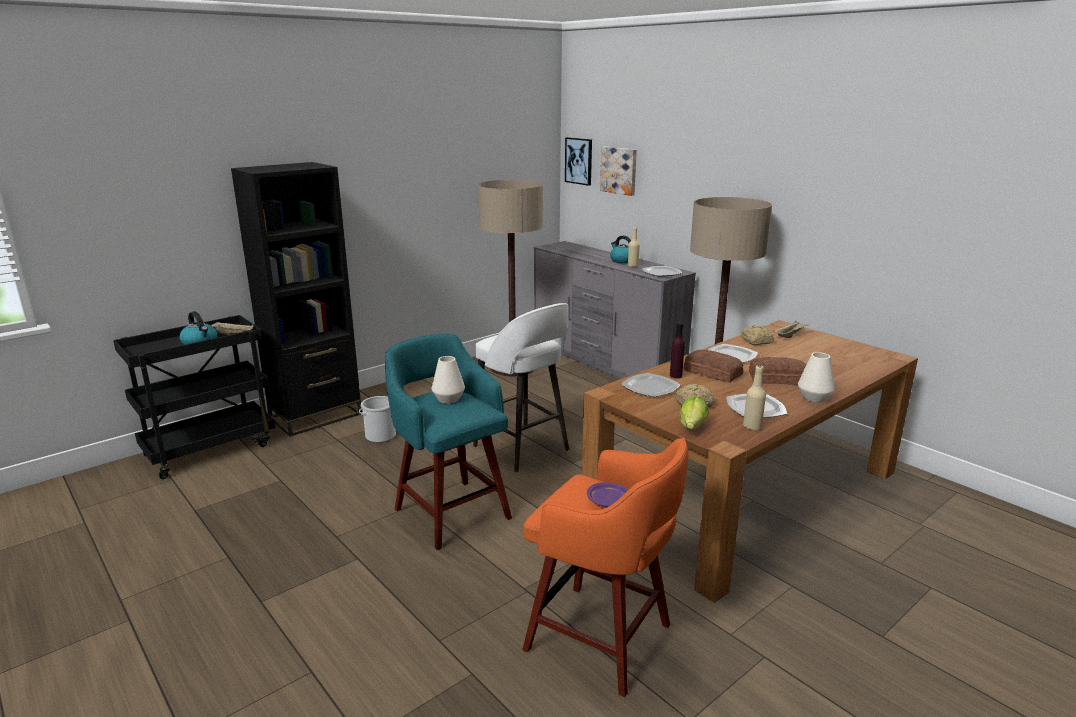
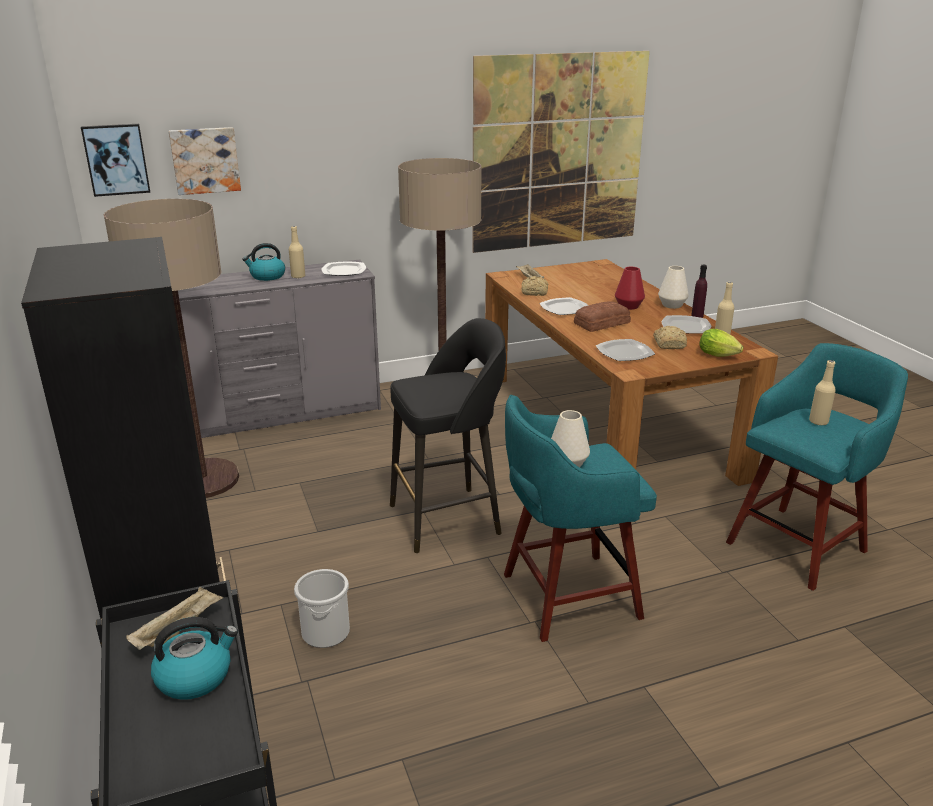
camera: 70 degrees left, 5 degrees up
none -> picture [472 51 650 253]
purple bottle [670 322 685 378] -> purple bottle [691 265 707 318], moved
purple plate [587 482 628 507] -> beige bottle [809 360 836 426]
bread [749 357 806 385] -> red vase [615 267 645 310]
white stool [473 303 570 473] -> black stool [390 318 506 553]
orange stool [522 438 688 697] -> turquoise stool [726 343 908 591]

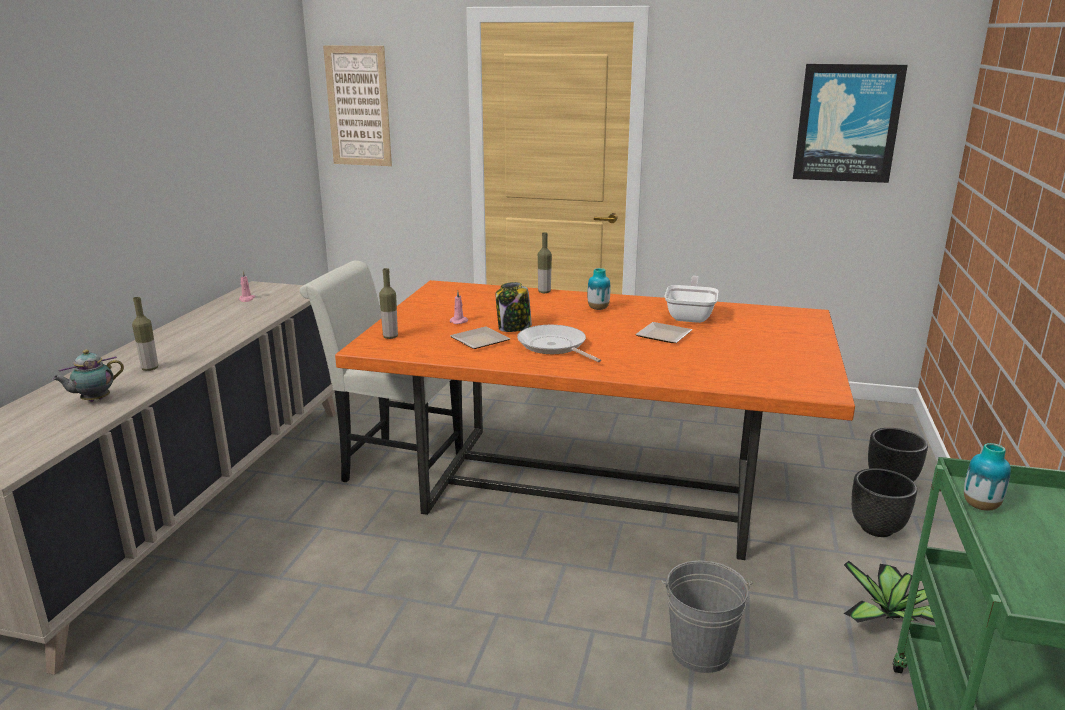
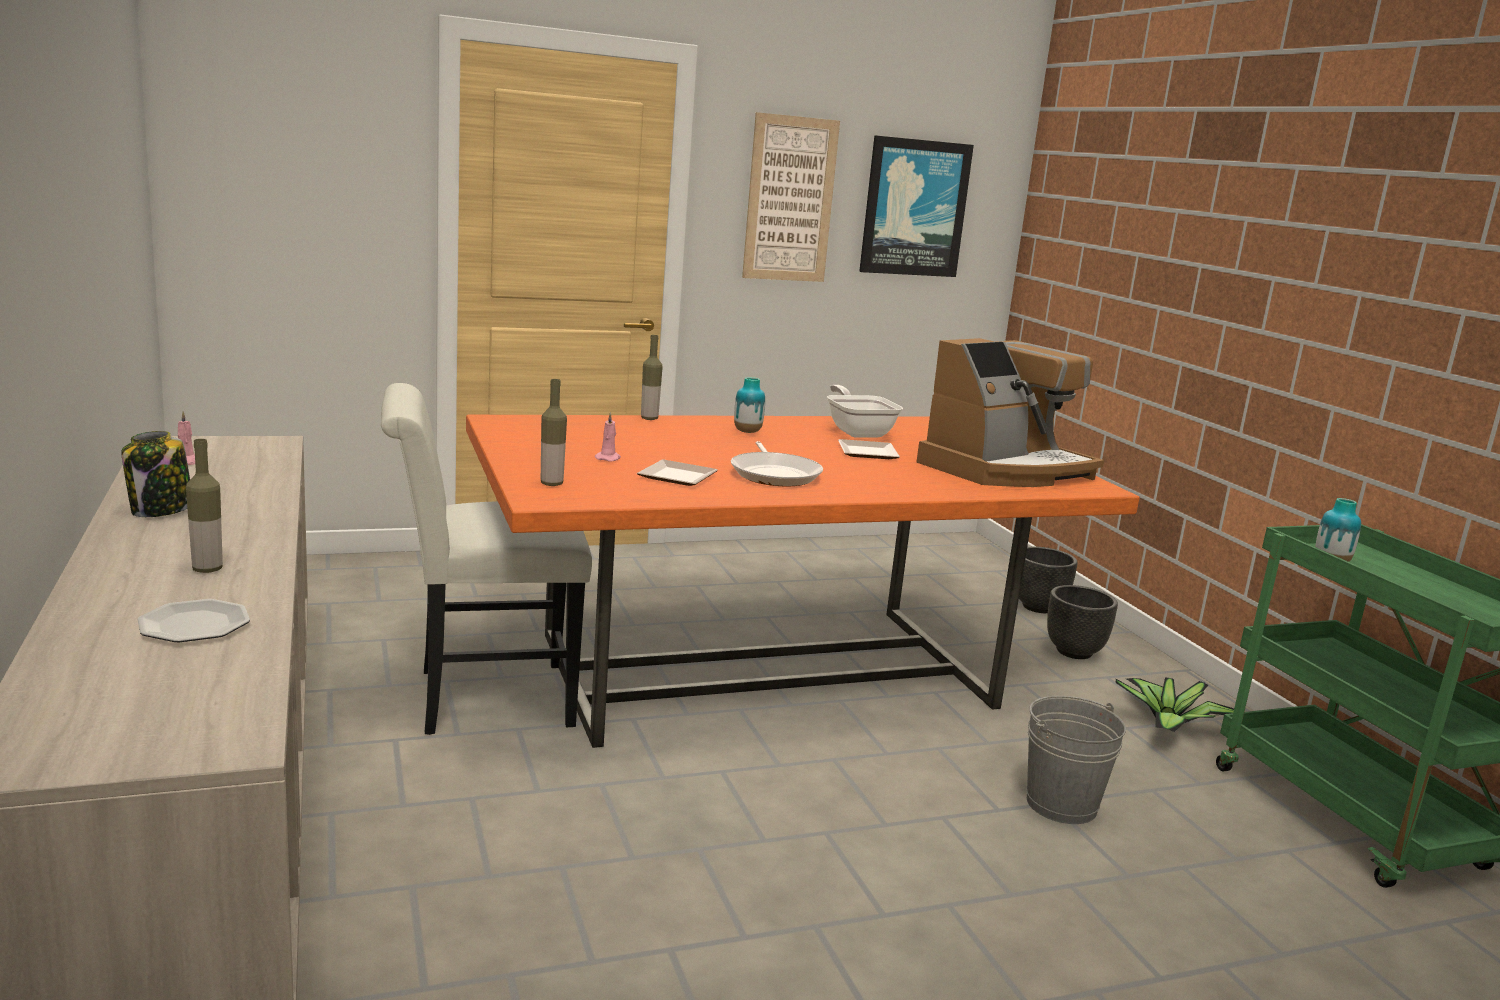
camera: 35 degrees left, 5 degrees down
none -> coffee machine [916 338 1104 487]
picture [323 46 392 166] -> picture [742 112 840 282], moved
jar [496 282 532 332] -> jar [121 431 190 517], moved
teapot [52 350 124 402] -> plate [138 599 250 642]
frying pan [517 325 601 362] -> frying pan [731 441 823 486], 120 degrees counterclockwise

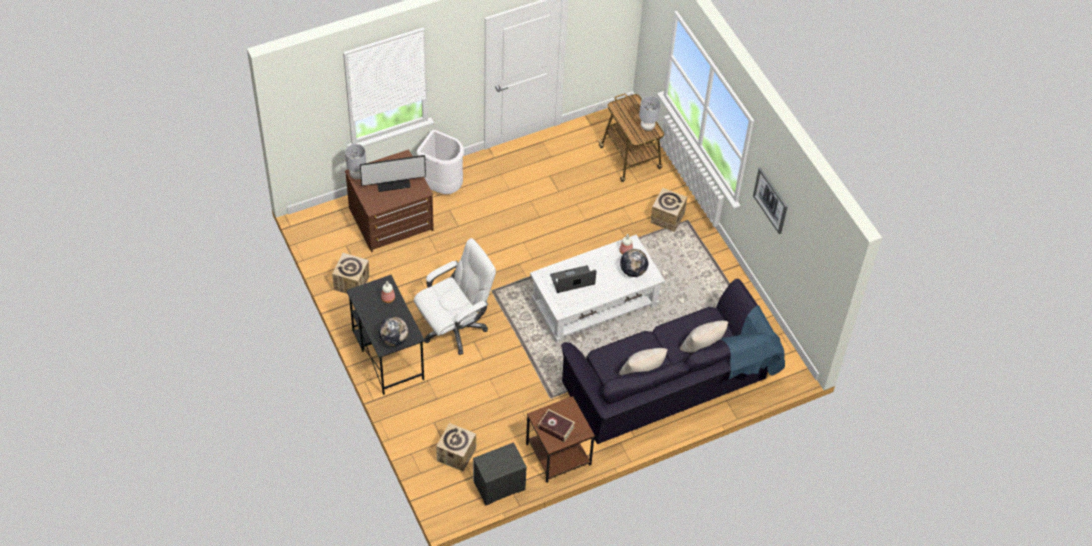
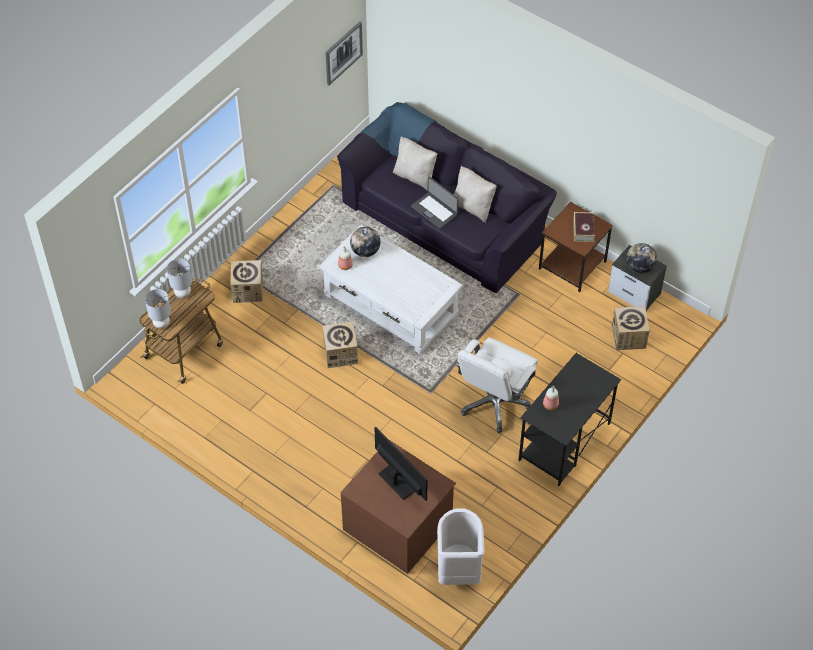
camera: 115 degrees left, 0 degrees up
cardboard box [332 253 369 294] -> cardboard box [322 322 358 368], moved
grey table lamp [345 144 366 179] -> grey table lamp [145 289 171 329], moved
globe [379 317 408 347] -> globe [626 243 657 274], moved
white trash can [417 130 464 194] -> white trash can [437 509 485 585], moved
laptop [550 265 597 293] -> laptop [411 176 459 229], moved
picture [753 167 788 234] -> picture [325 22 363 85], moved
white office chair [414 238 496 355] -> white office chair [456 337 538 433], 90 degrees counterclockwise

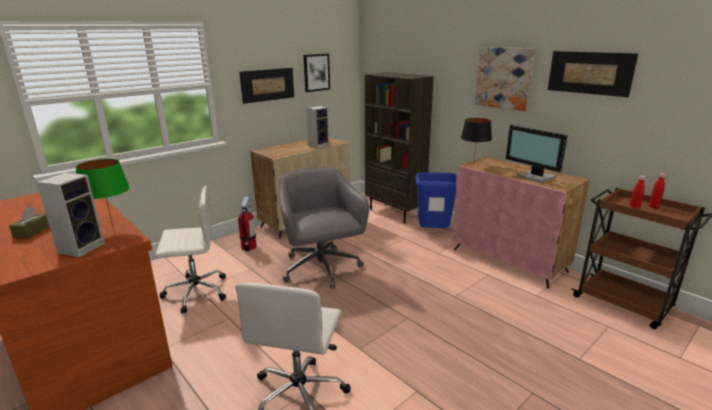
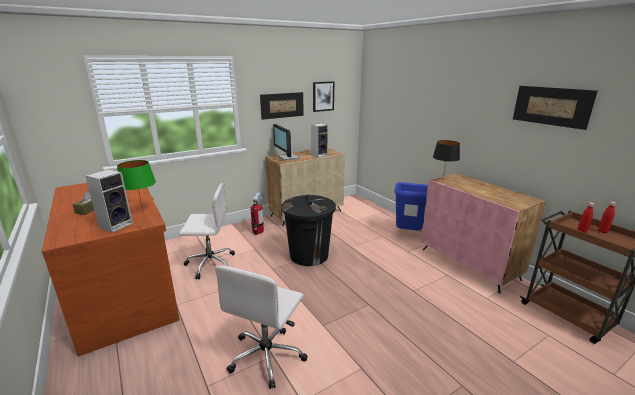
camera: 10 degrees right, 0 degrees up
brown bookcase [365 72 434 224] -> none
picture [475 47 535 111] -> none
monitor [506 125 568 183] -> monitor [273 124 300 161], moved
grey office chair [279 167 369 289] -> black trash can [281 194 336 266]

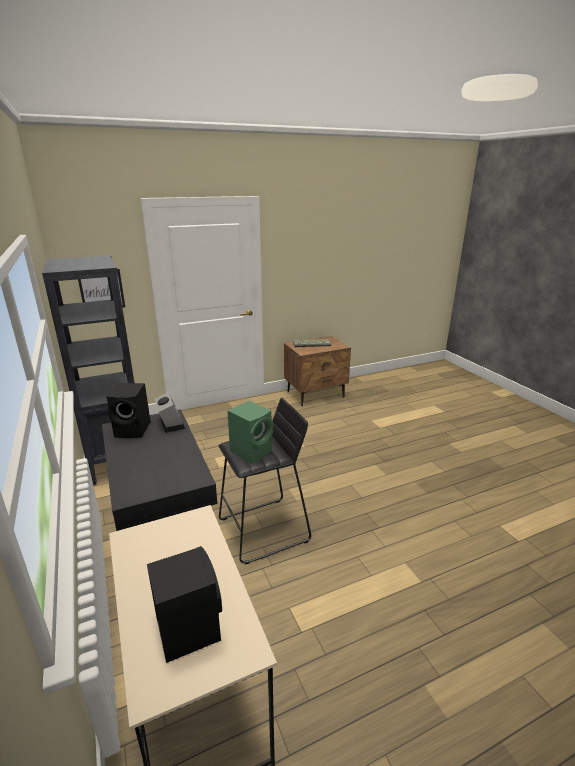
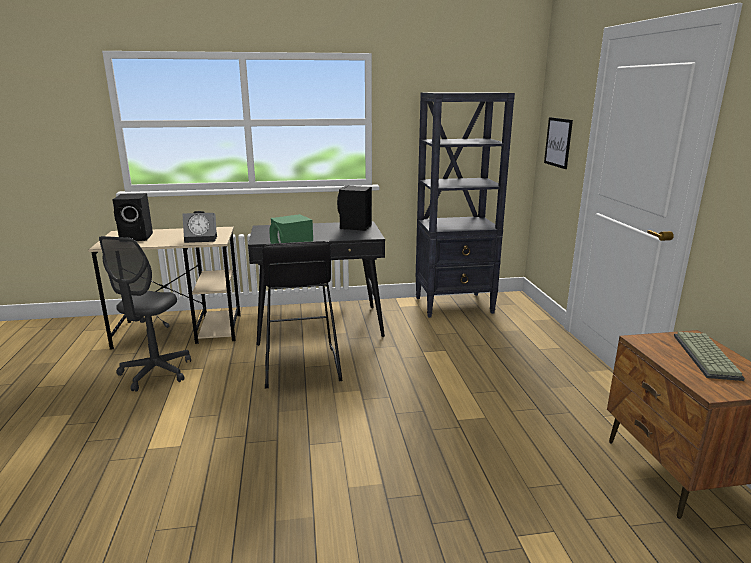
camera: 105 degrees right, 5 degrees down
none -> grey office chair [99 236 191 392]
alarm clock [154 392 185 433] -> alarm clock [182 211 217 243], moved

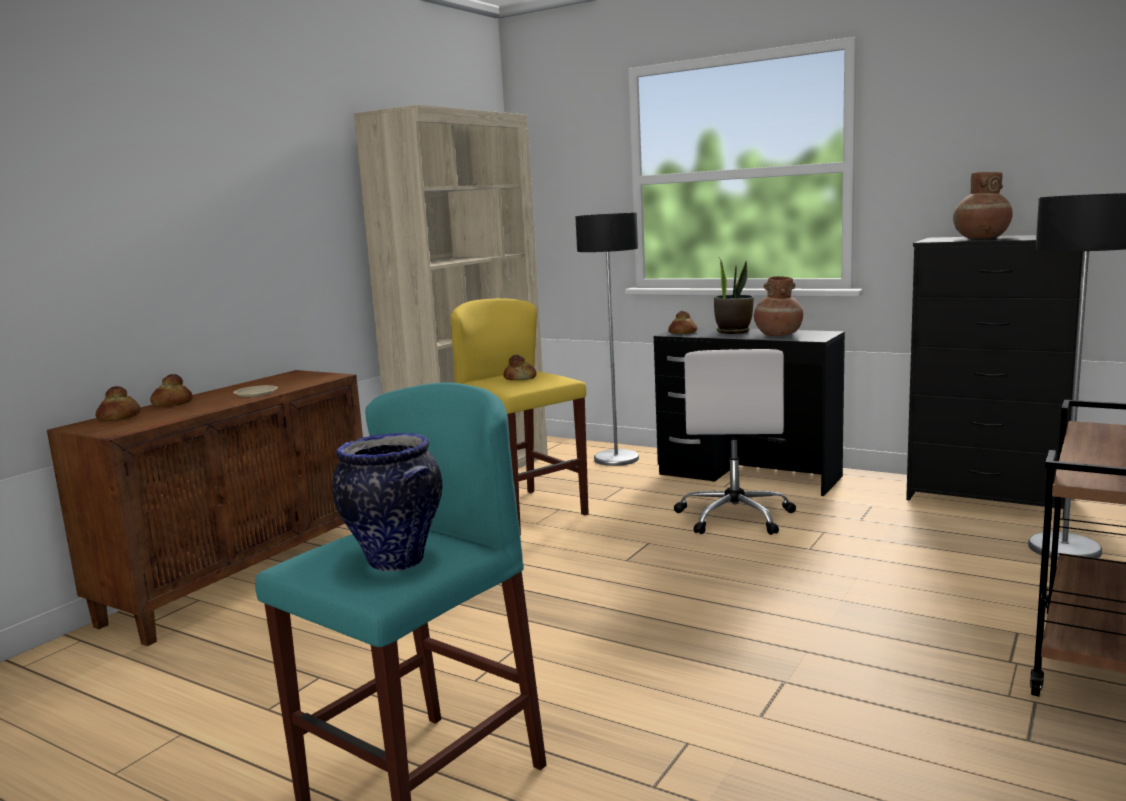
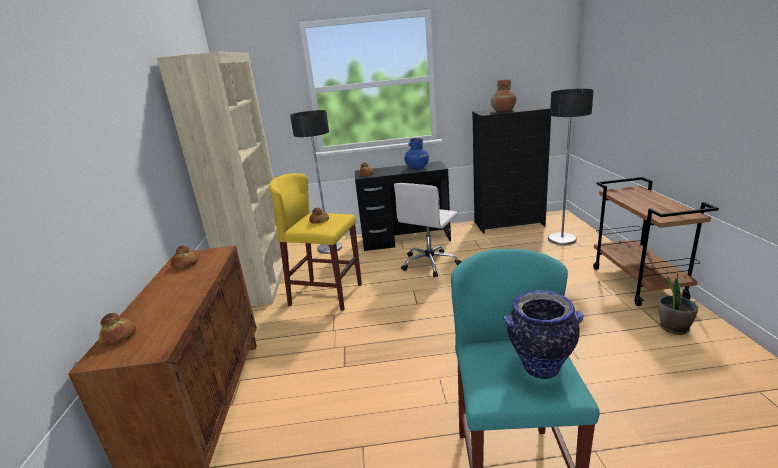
camera: 35 degrees left, 10 degrees up
beige plate [233 385 278 397] -> none
bread [150 374 193 407] -> bread [171 246 198 269], moved
potted plant [714 258 754 334] -> potted plant [659 272 698 335], moved
brown vase [754 276 803 336] -> blue vase [404 138 429 169]
white office chair [674 349 796 535] -> white office chair [394 183 461 277], 60 degrees clockwise

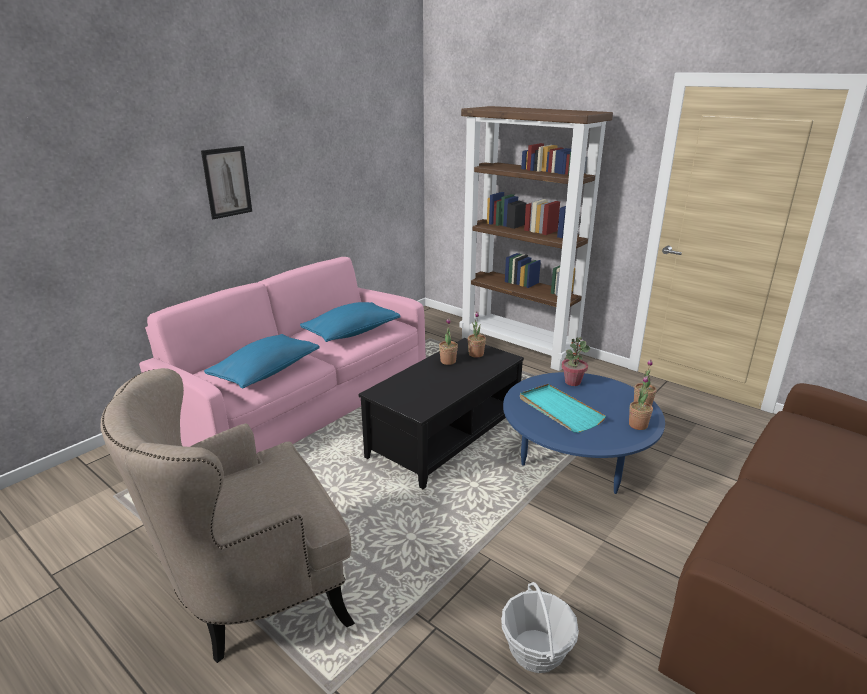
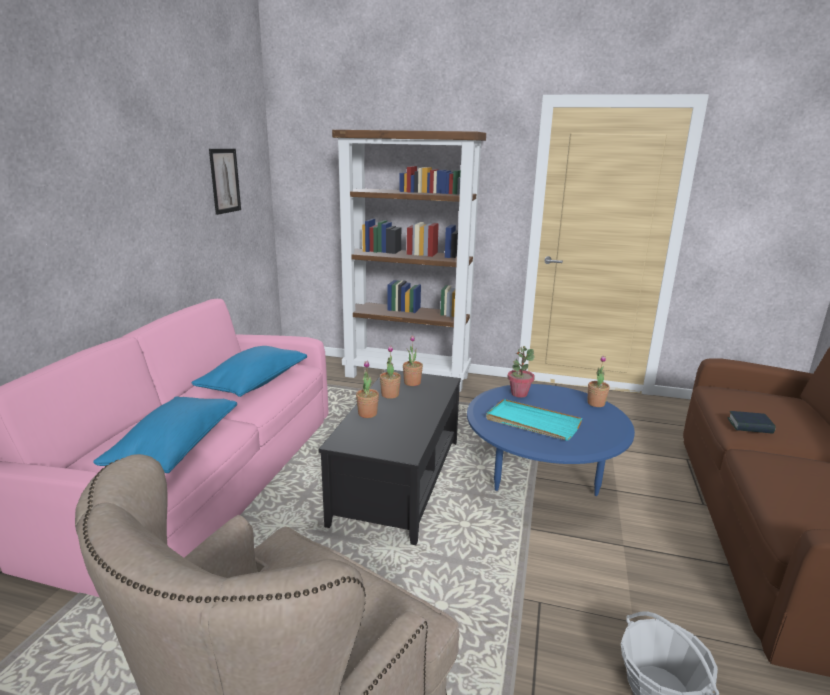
camera: 25 degrees left, 5 degrees down
none -> book [728 411 776 434]
picture [201 146 252 219] -> picture [209 149 241 215], moved
potted plant [629 376 653 430] -> potted plant [356 360 379 418], moved

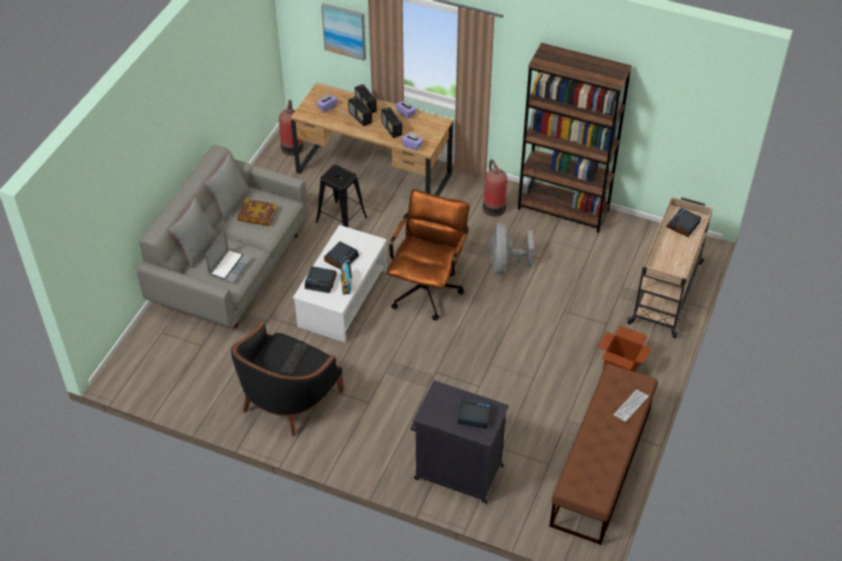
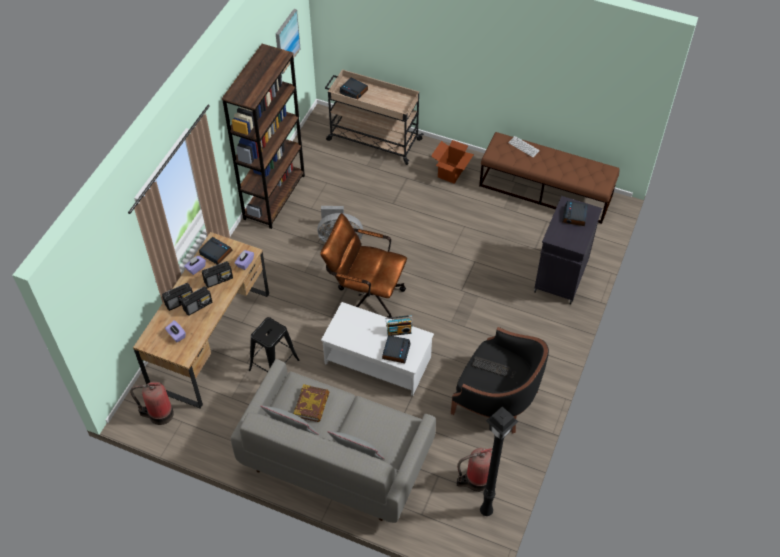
camera: 90 degrees left, 5 degrees up
laptop [205 230 252 284] -> none
none -> black floor lamp [480 407 518 516]
picture [321 3 366 61] -> picture [276 9 300 74], moved
alarm clock [324 241 359 270] -> alarm clock [199 237 233 265], moved
fire extinguisher [483 159 507 217] -> fire extinguisher [457 448 492 492], moved

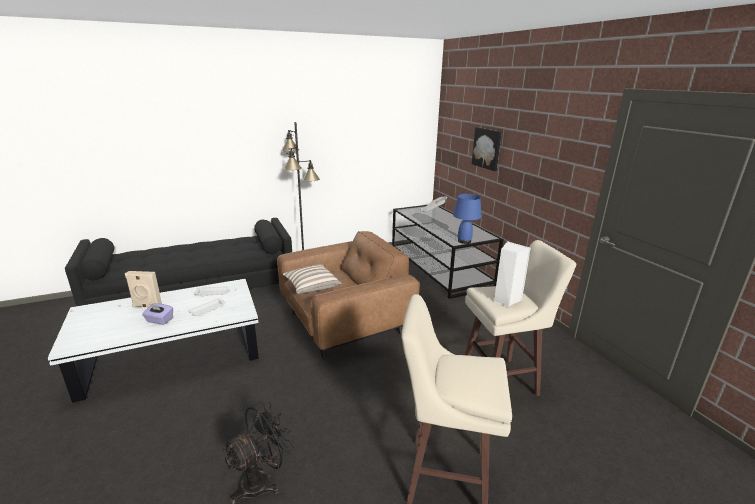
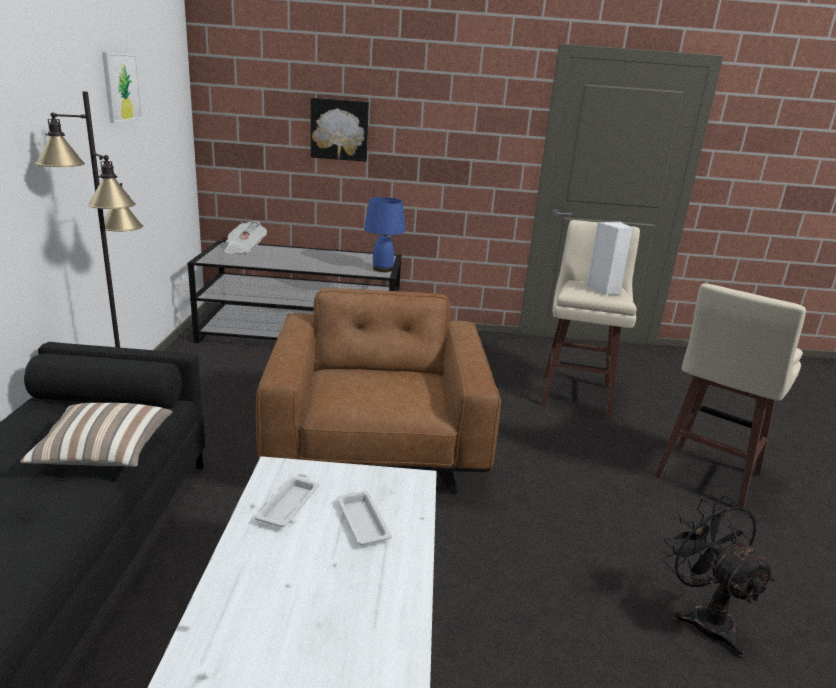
camera: 65 degrees left, 0 degrees up
beige speaker [125 271 162 307] -> none
purple tissue box [142 303 173 325] -> none
none -> picture [102 52 143 123]
pillow [283 264 342 294] -> pillow [20 403 172 467], moved

